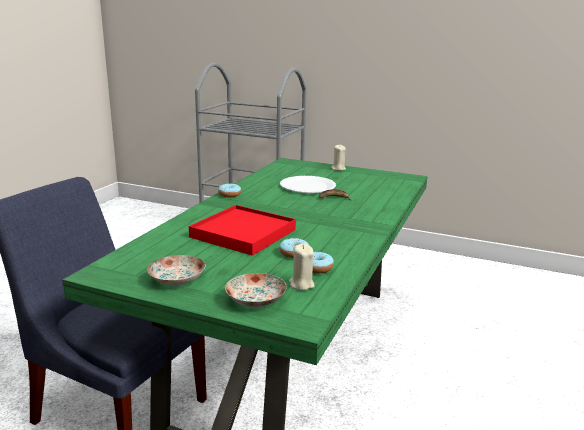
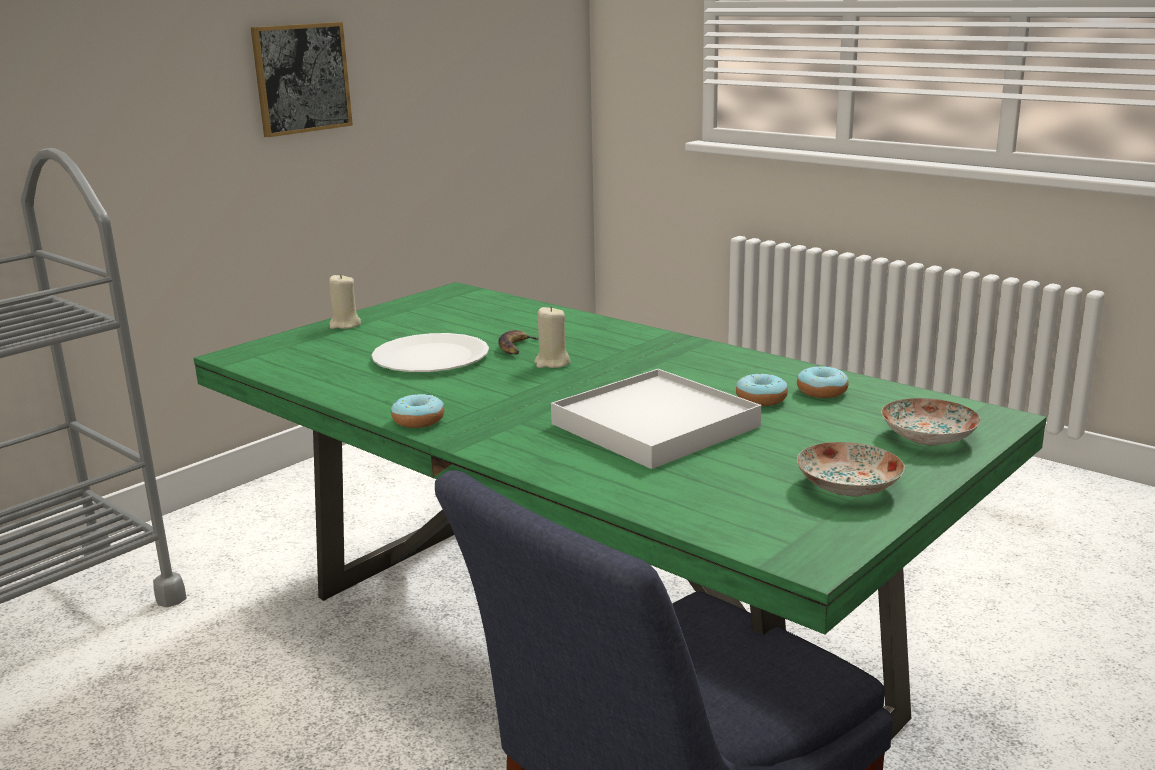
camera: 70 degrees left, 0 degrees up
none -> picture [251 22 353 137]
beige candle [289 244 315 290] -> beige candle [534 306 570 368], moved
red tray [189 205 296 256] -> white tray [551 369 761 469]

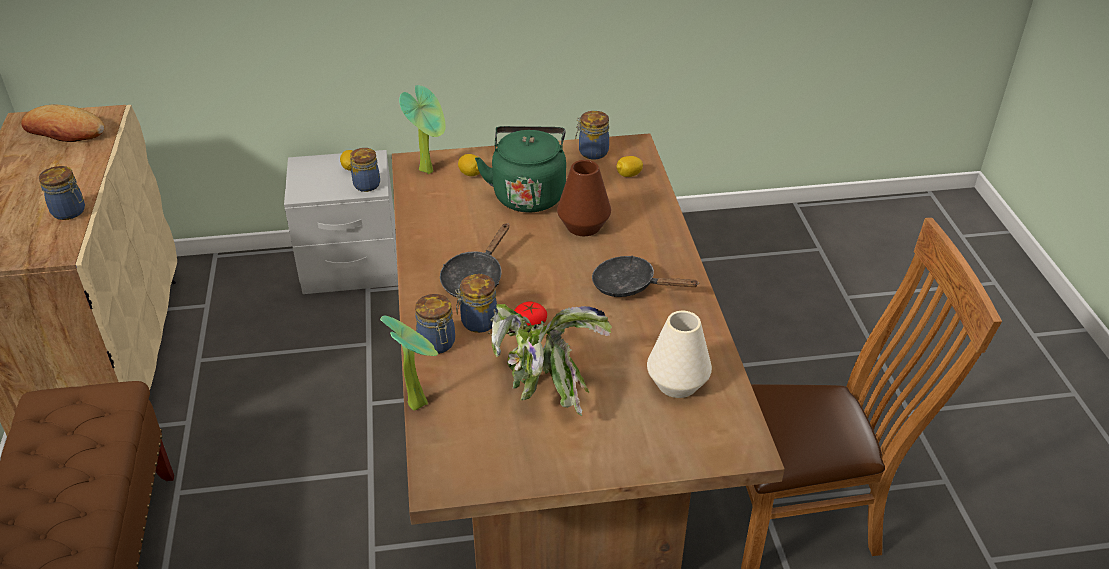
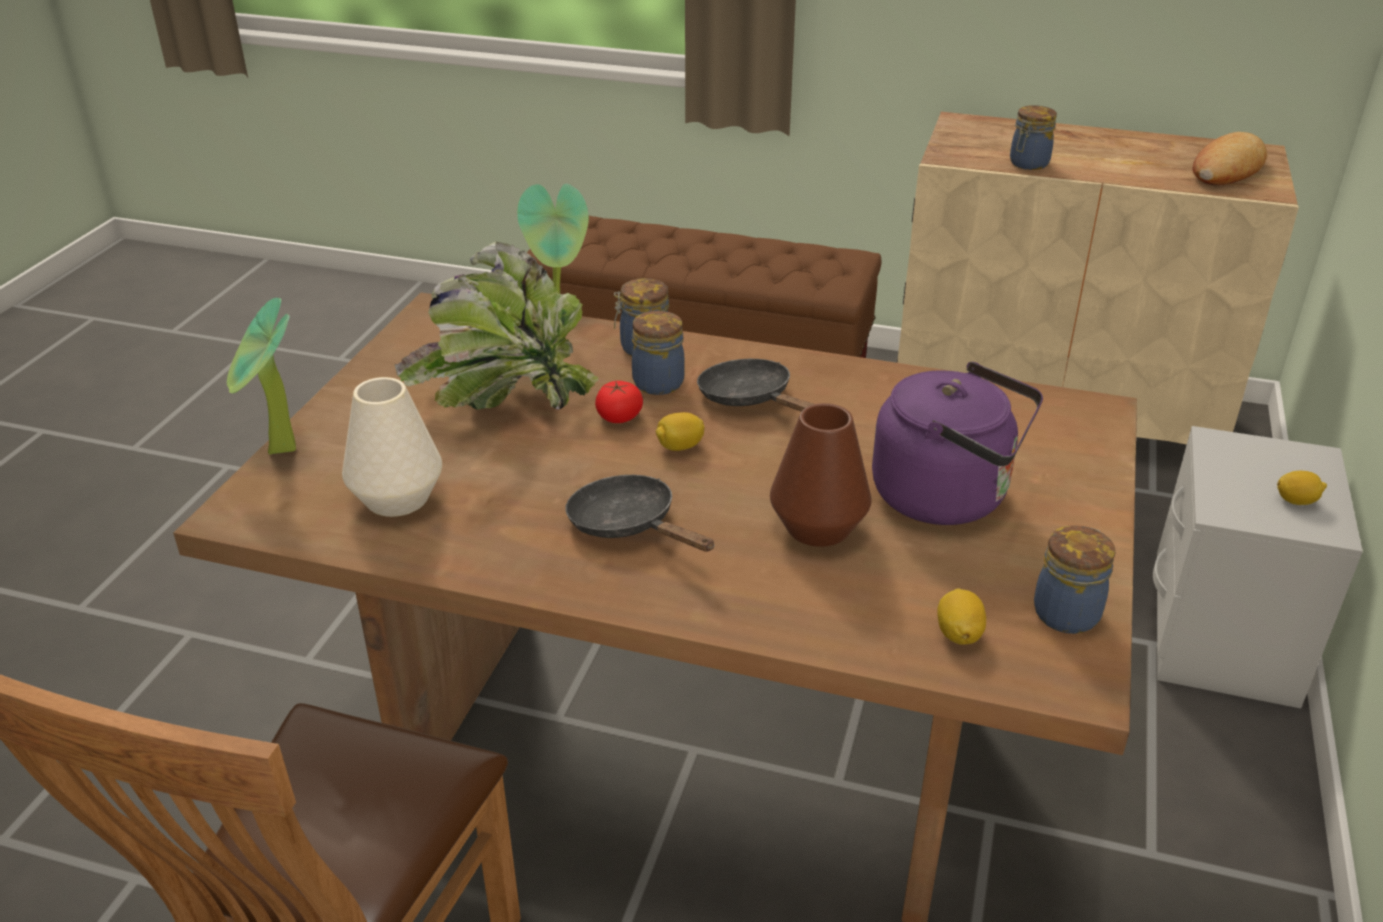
camera: 115 degrees right, 5 degrees down
jar [350 148 380 192] -> none
potted plant [399 85 446 174] -> potted plant [227 298 296 455], moved
lemon [458 154 480 176] -> lemon [656 412 704 451], moved
green kettle [475 126 566 213] -> purple kettle [872 362 1043 525]
black frying pan [592 256 699 297] -> black frying pan [565 475 715 552], 90 degrees counterclockwise

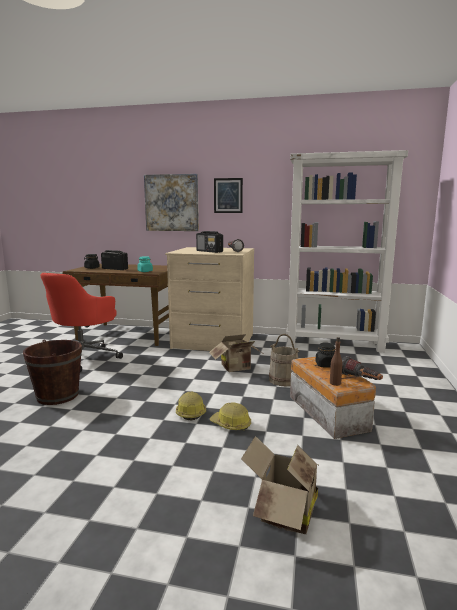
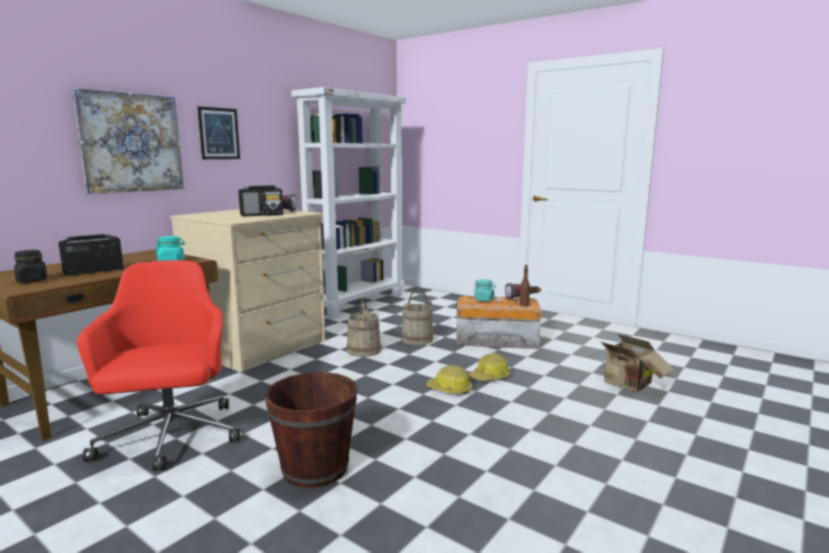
camera: 65 degrees left, 0 degrees up
cardboard box [209 334 262 372] -> beige bucket [347 297 381 357]
black jar [316 342 335 368] -> turquoise jar [474 279 496 302]
red office chair [40 273 123 372] -> red office chair [76 260 240 471], 150 degrees counterclockwise

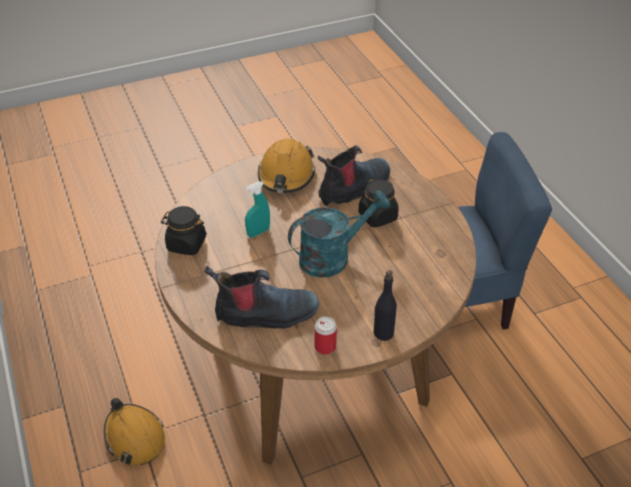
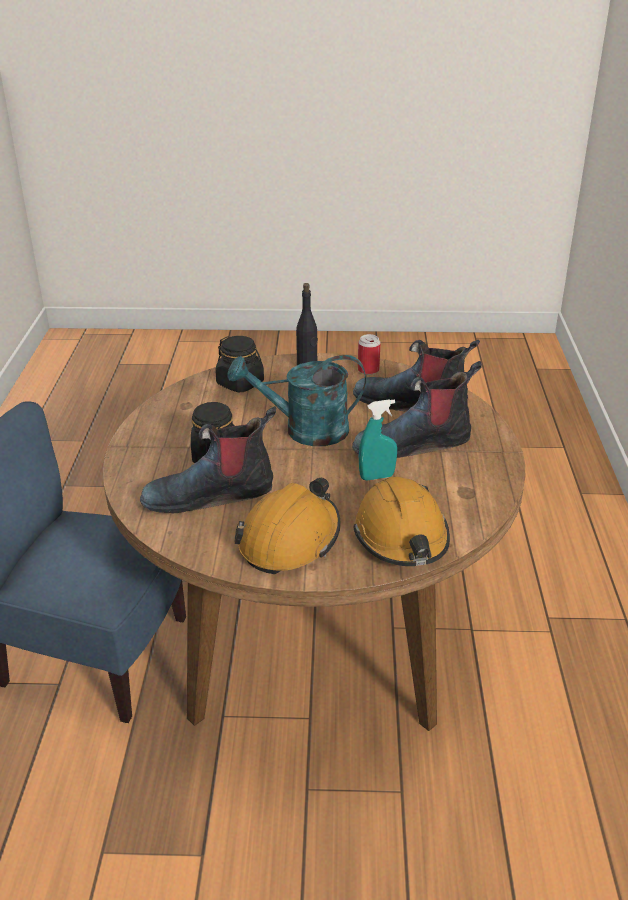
camera: 155 degrees left, 10 degrees down
none -> boot [352 361 482 458]
orange hard hat [104 398 165 465] -> orange hard hat [353 477 450 566], moved
black jar [161 206 207 255] -> black jar [215 336 264 392], moved

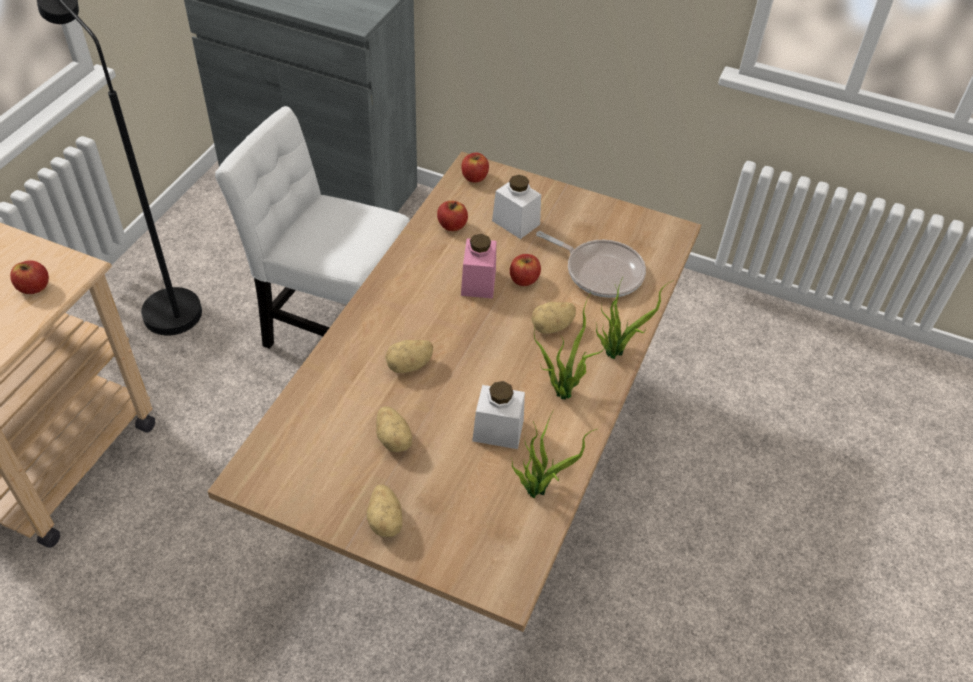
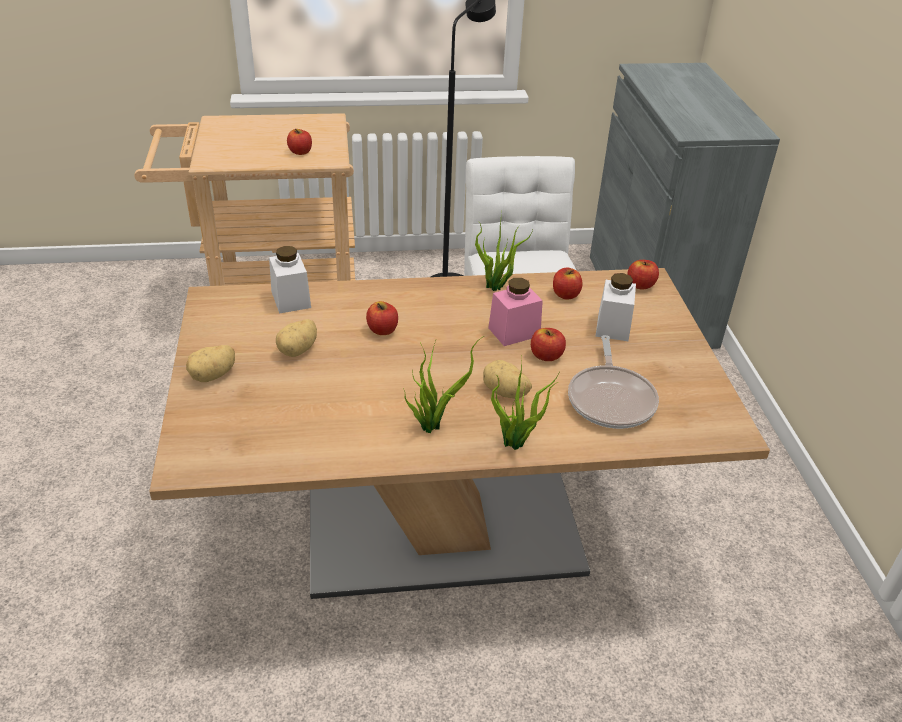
camera: 60 degrees right, 10 degrees down
white jar [472 381 525 449] -> white jar [269 246 311 314], moved
potted plant [511 410 597 498] -> potted plant [475 212 533 291], moved
potato [385 340 433 373] -> apple [366 301 398 335]

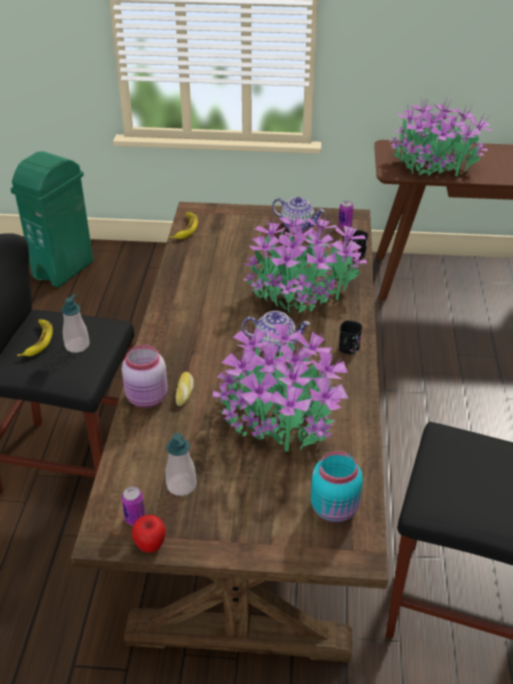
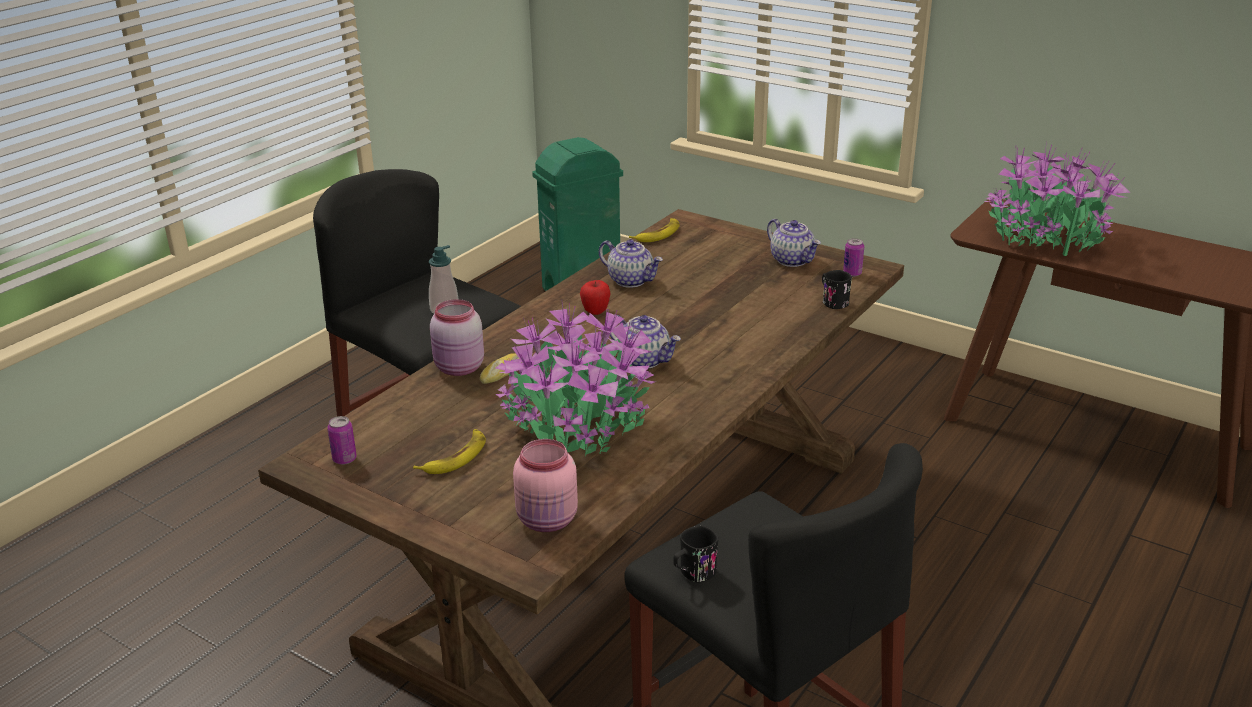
camera: 30 degrees right, 10 degrees down
soap dispenser [166 433 197 496] -> none
potted plant [244 210 367 314] -> none
none -> teapot [599 239 663 288]
banana [17 319 53 356] -> banana [413 429 486 474], moved
apple [132 515 166 553] -> apple [580 280 610 315], moved
black mug [339 320 362 355] -> black mug [673 525 719 582], moved
turquoise jar [311 451 363 522] -> pink jar [513 439 578 532]

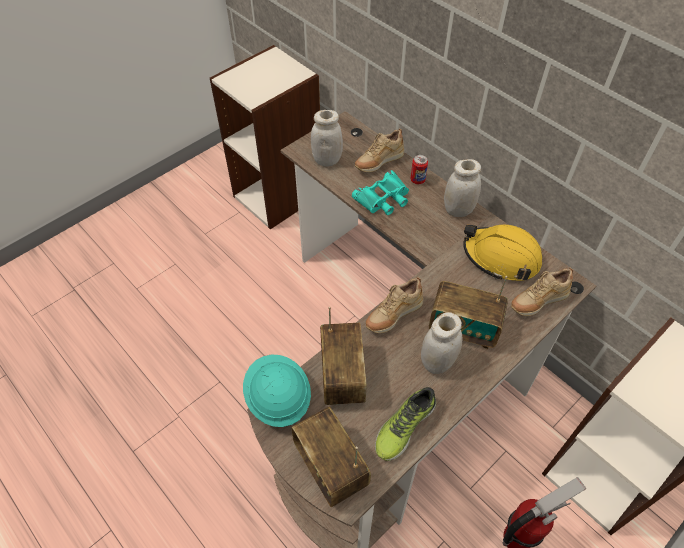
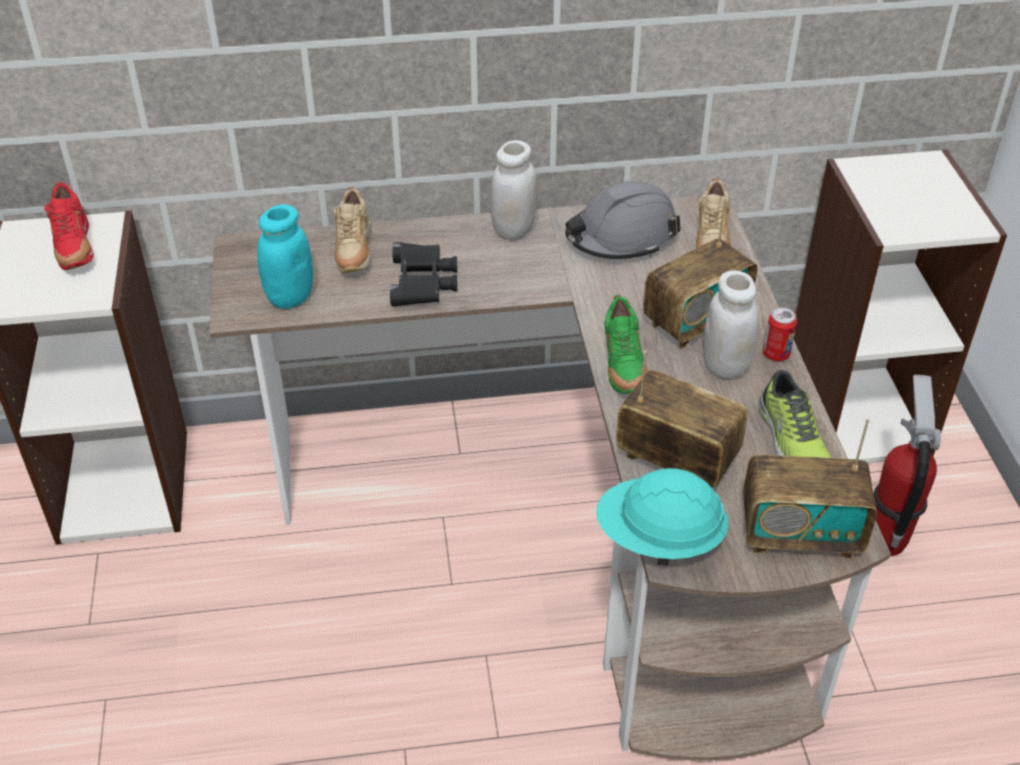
camera: 55 degrees left, 10 degrees down
none -> red shoe [44 181 94 270]
can [410 155 428 184] -> can [763 308 797 361], moved
white jar [311 110 343 166] -> turquoise jar [257 205 313 309]
turquoise binoculars [352 170 409 215] -> black binoculars [390 242 457 306]
beige shoe [366 277 423 333] -> green shoe [604 294 648 394]
yellow hard hat [463 225 542 281] -> grey hard hat [565 181 680 259]

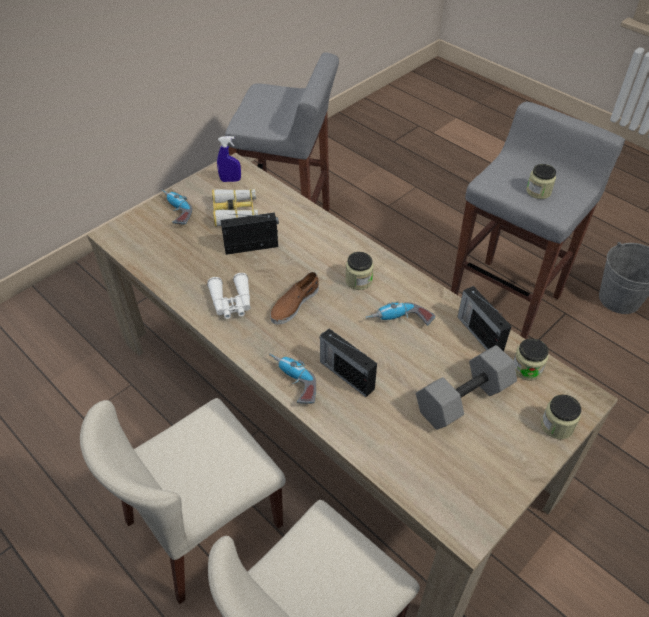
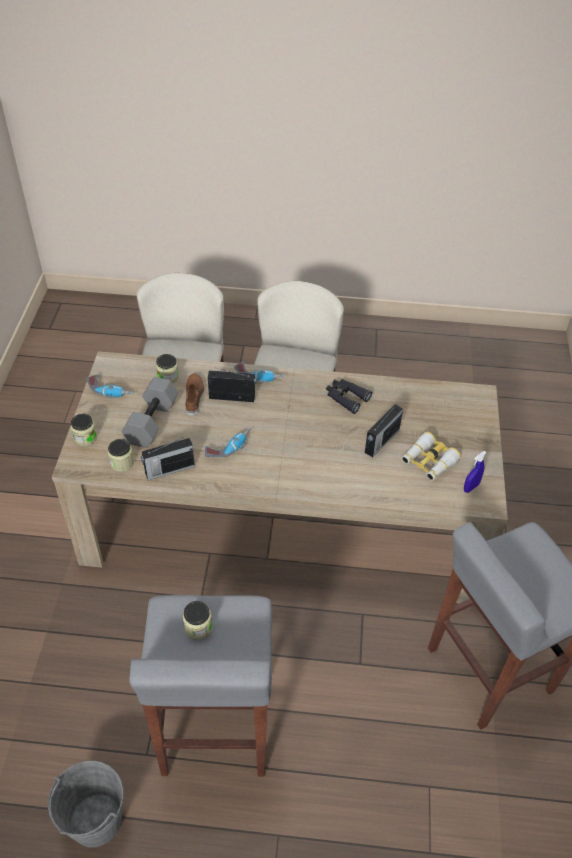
camera: 140 degrees right, 0 degrees up
power drill [162 190 192 224] -> power drill [86 375 134 398], moved
brown shoe [270 272 319 324] -> brown shoe [185 373 204 416], moved
jar [345 252 374 290] -> jar [156 354 179 383], moved
white binoculars [207 273 251 319] -> black binoculars [326 379 372 414]
radio [458 286 512 351] -> radio [141 437 195 480], 135 degrees clockwise

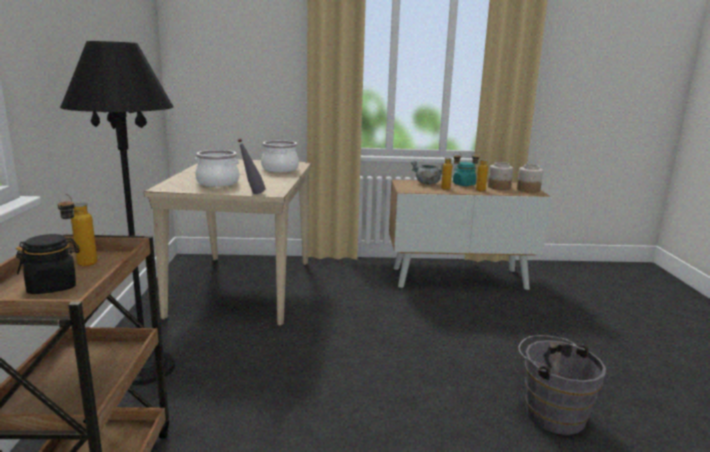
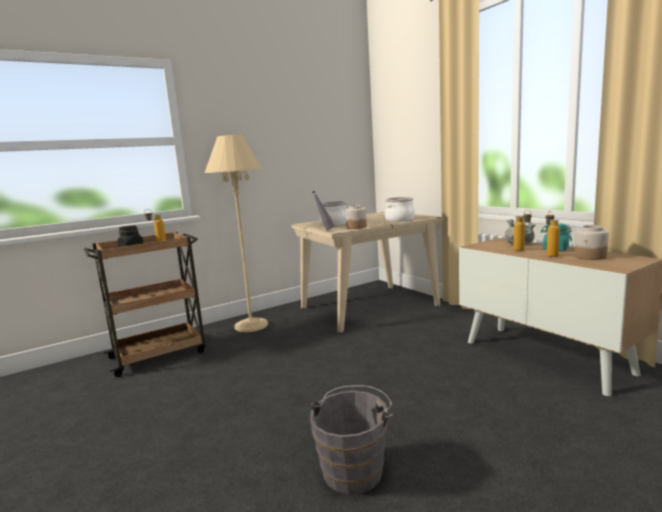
camera: 60 degrees right, 5 degrees down
jar [517 164 543 193] -> jar [346 205 367 229], moved
black floor lamp [60 41 175 385] -> beige floor lamp [204 135 268 332]

